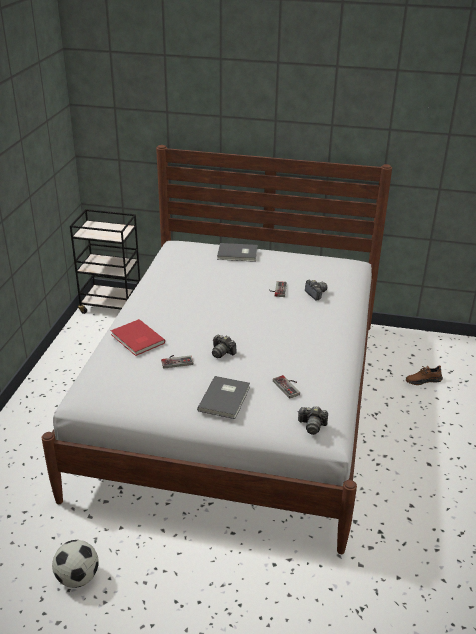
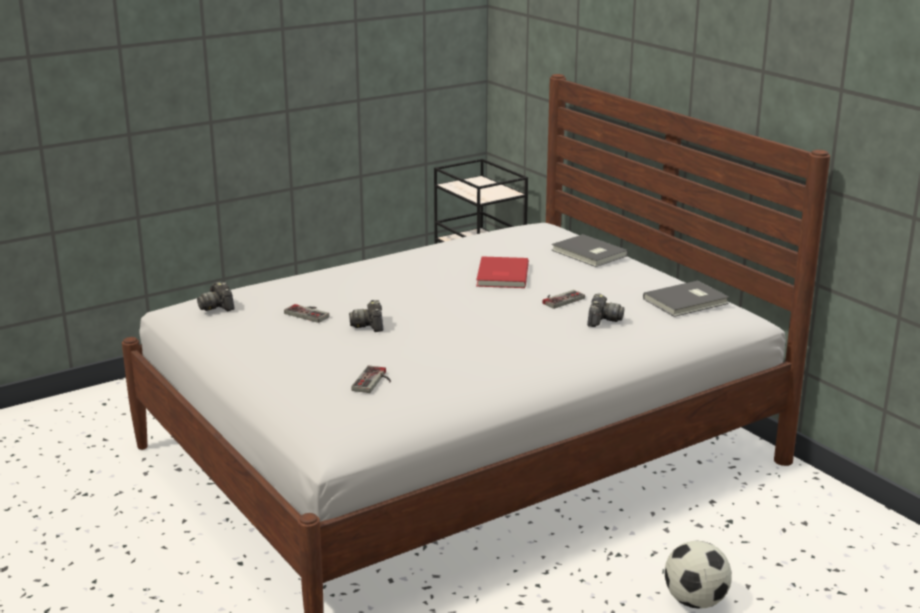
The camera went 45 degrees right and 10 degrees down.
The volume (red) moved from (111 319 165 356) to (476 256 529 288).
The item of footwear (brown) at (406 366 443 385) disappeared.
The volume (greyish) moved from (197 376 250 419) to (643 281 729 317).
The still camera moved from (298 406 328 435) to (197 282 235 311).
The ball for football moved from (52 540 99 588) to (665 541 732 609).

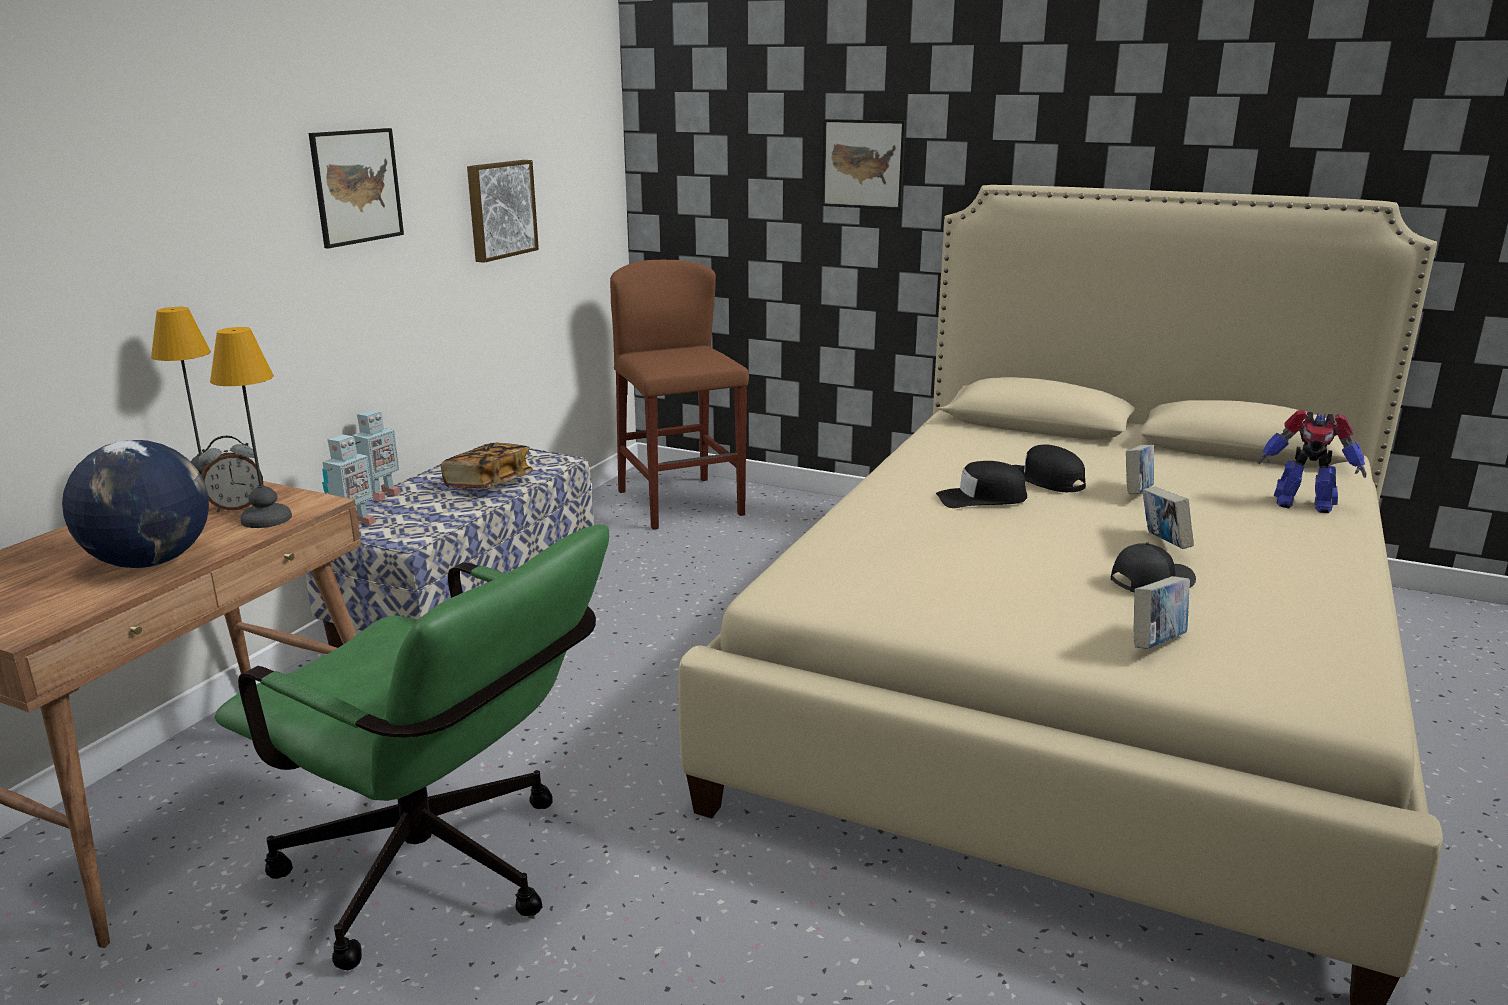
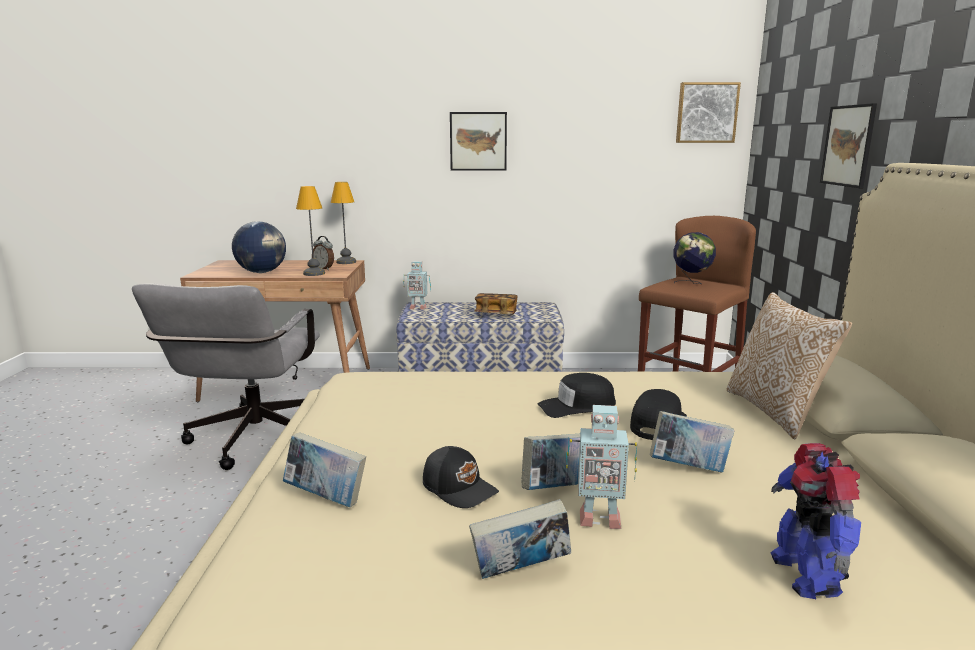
The camera went 65 degrees right and 5 degrees down.
The wall art moved from (467 160 539 263) to (676 82 741 143).
The robot figure moved from (352 410 401 502) to (566 405 637 529).
The peaked cap (black) at (936 461 1027 508) turned 75 degrees counterclockwise.
The office chair (green-coloured) at (215 525 609 970) became the office chair (greyish) at (132 283 320 470).
The world globe at (674 232 716 284) appeared.
The cushion at (727 292 852 439) appeared.
The volume at (469 499 571 579) appeared.

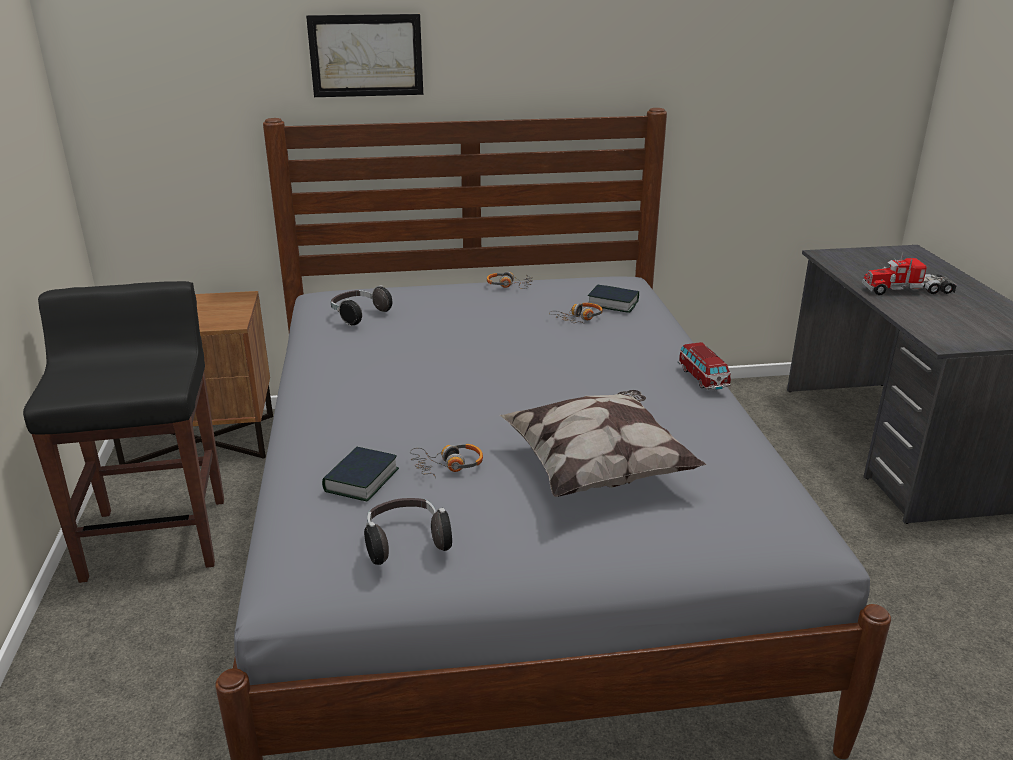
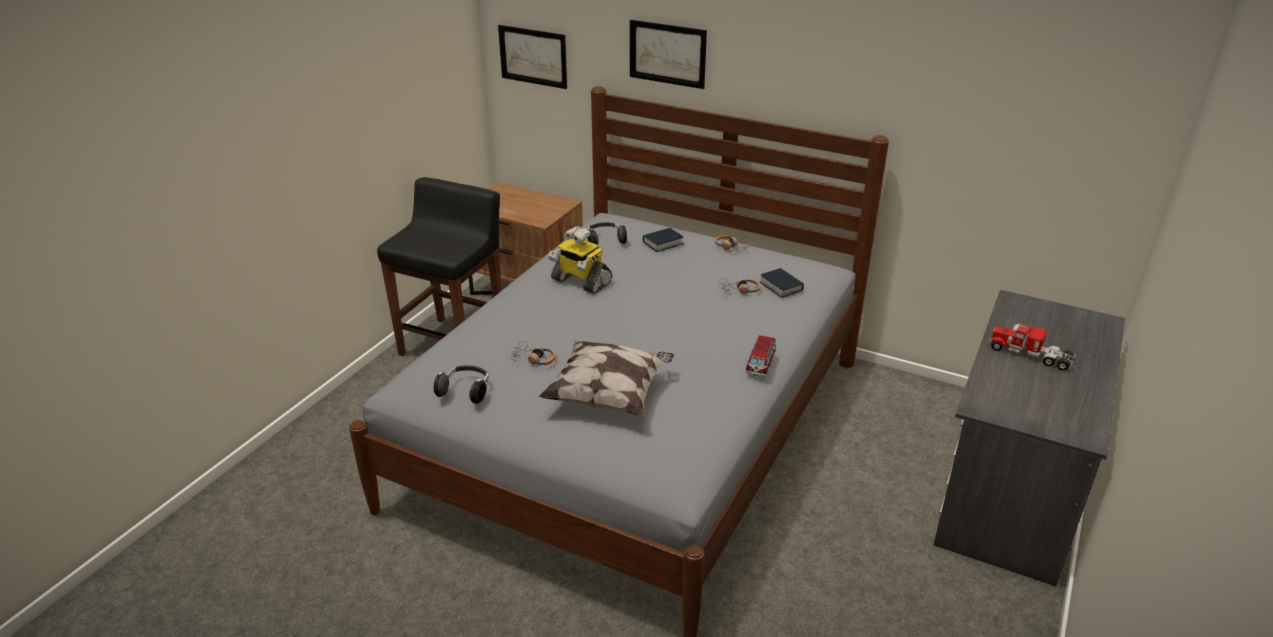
The camera went 35 degrees right and 5 degrees up.
The volume moved from (322 447 399 501) to (643 228 684 252).
The wall art at (498 25 567 89) appeared.
The robot figure at (548 226 612 294) appeared.

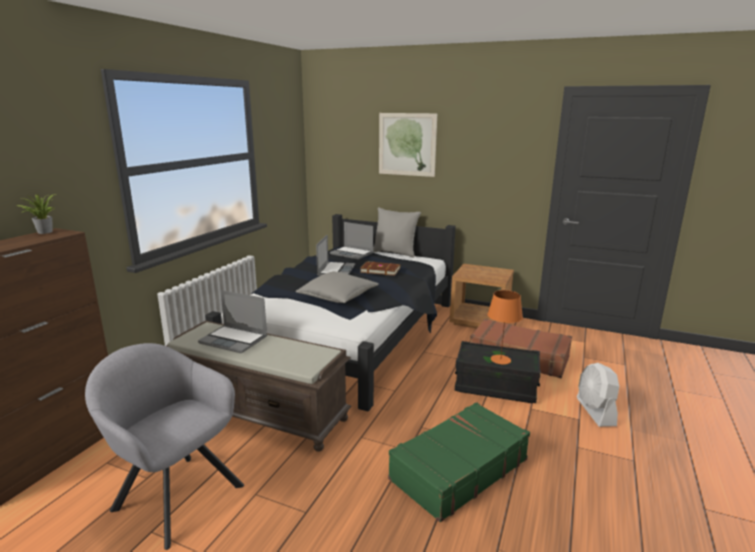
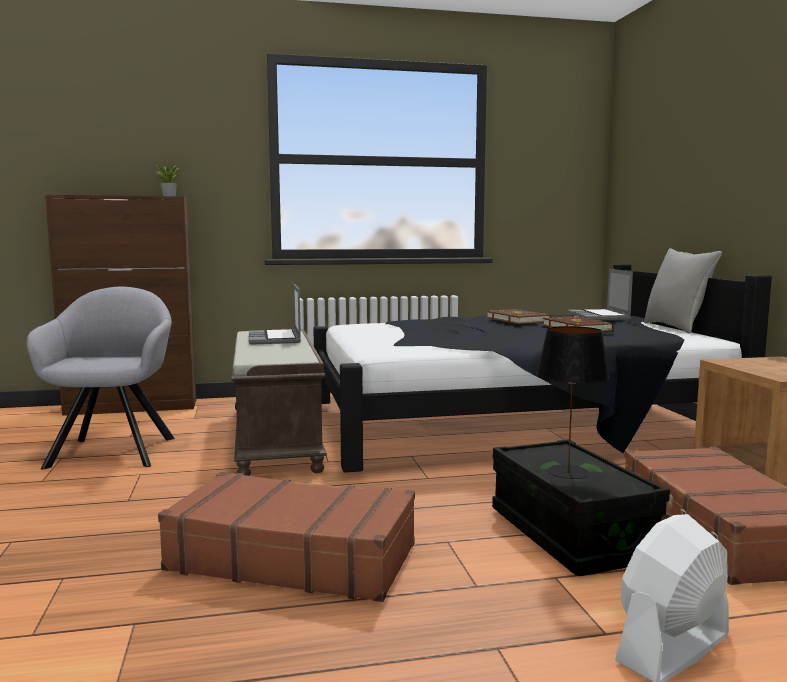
The camera went 55 degrees right and 10 degrees down.
The wall art at (379 113 437 177) disappeared.
The notebook computer at (316 235 355 276) was replaced by the volume (brown) at (486 309 551 324).
The cushion (greyish) at (296 271 379 303) disappeared.
The table lamp (orange) at (487 290 523 364) became the table lamp (black) at (536 326 609 479).
The piece of luggage (green-coloured) at (388 402 530 522) became the piece of luggage (brown) at (158 472 415 602).

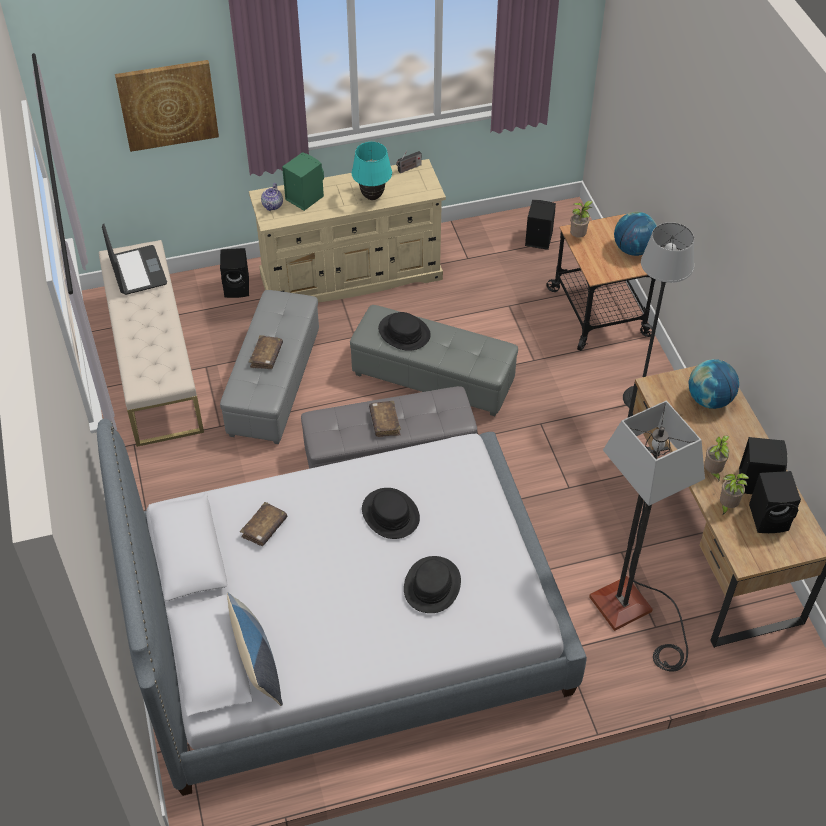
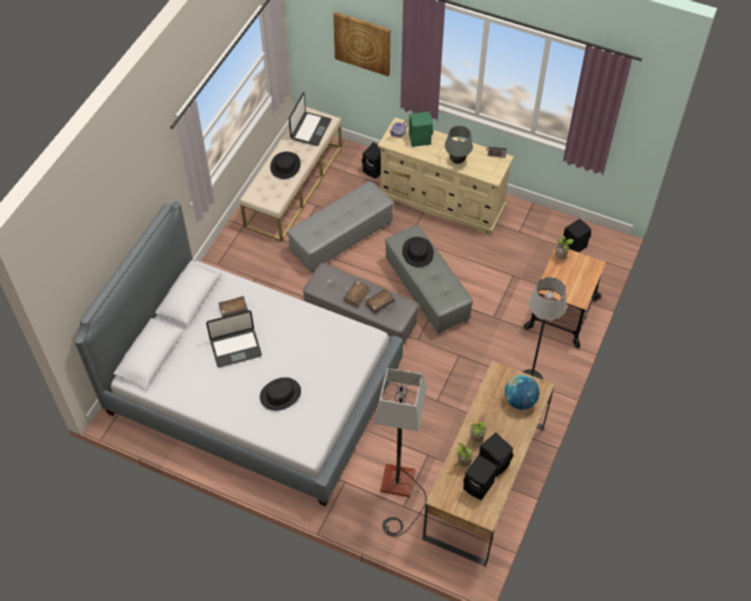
The camera went 40 degrees right and 5 degrees up.
The table lamp (blue-green) at (352 142 392 200) became the table lamp (greyish) at (445 126 473 164).
The world globe at (614 212 657 256) disappeared.
The volume (brown) moved from (249 335 283 369) to (365 288 395 313).
The wearable hat (black) moved from (362 488 420 539) to (270 152 301 179).
The cushion at (227 592 283 706) disappeared.
The notebook computer at (206 310 262 367) appeared.

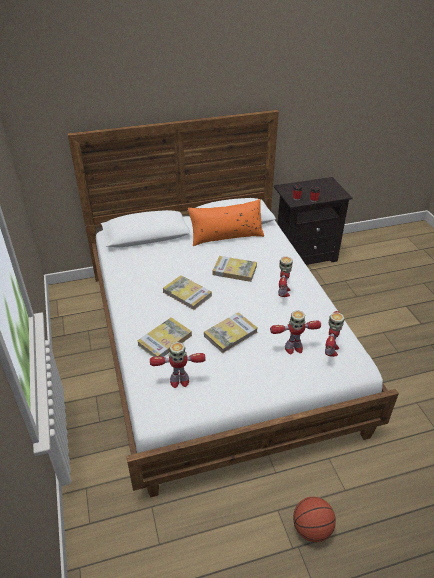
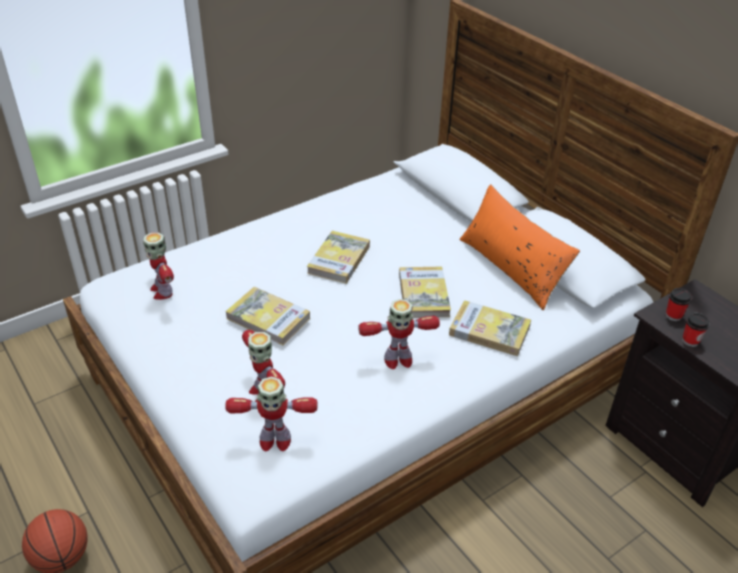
The camera went 70 degrees right and 0 degrees up.
The volume moved from (137 317 192 357) to (449 300 531 356).

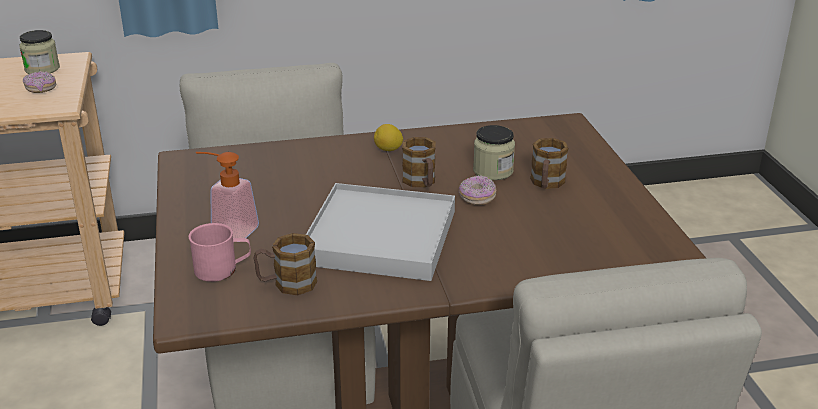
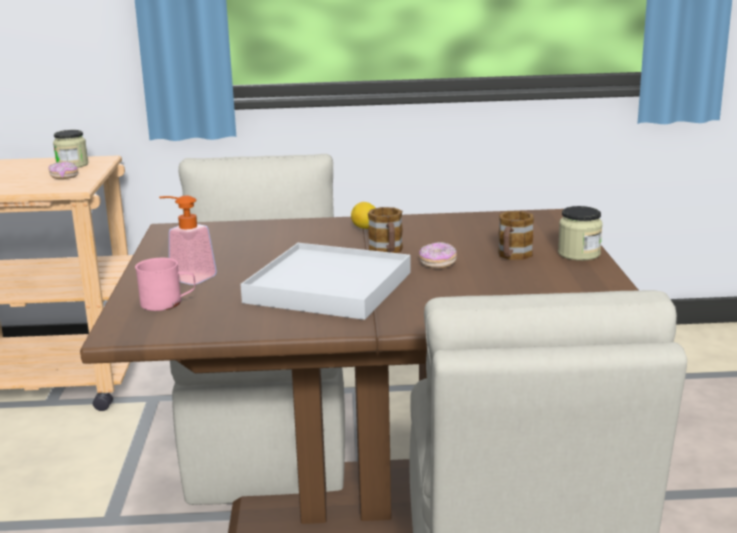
The camera went 10 degrees right and 10 degrees down.
The jar moved from (473 125 515 180) to (558 206 602 261).
The tea mug at (254 233 317 295) disappeared.

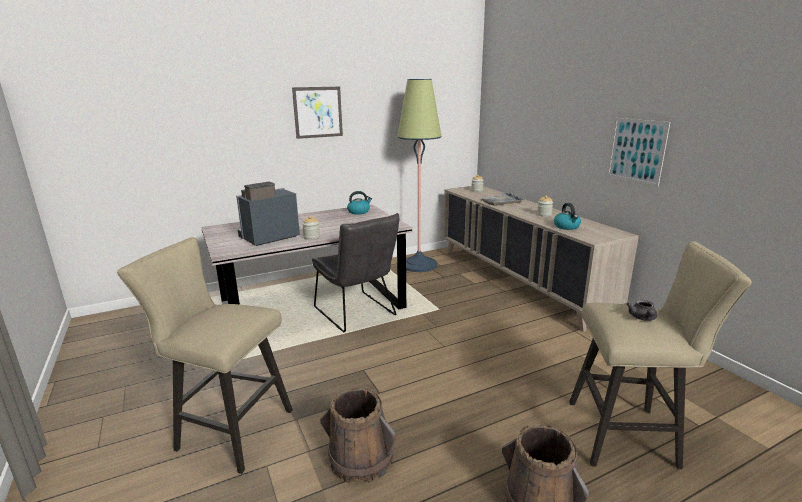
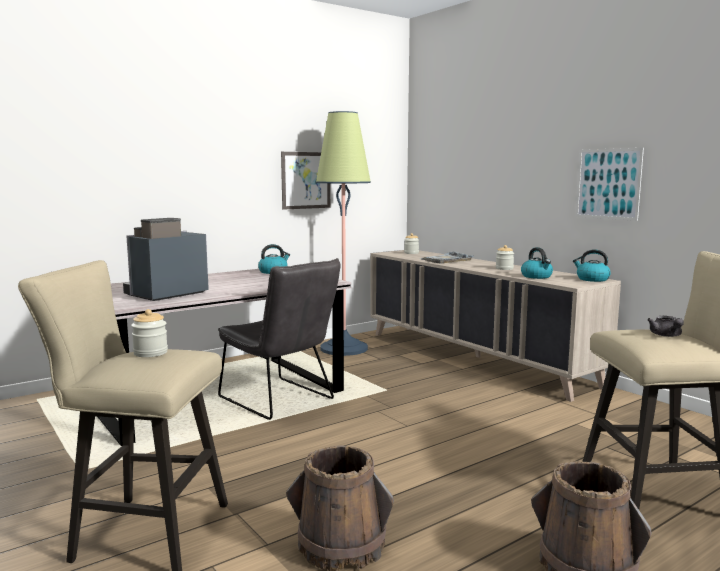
The camera went 10 degrees left and 10 degrees down.
The wall art moved from (292 87 343 139) to (281 152 330 210).
The jar moved from (302 216 320 240) to (131 309 168 357).
The tea kettle at (573 249 611 282) appeared.

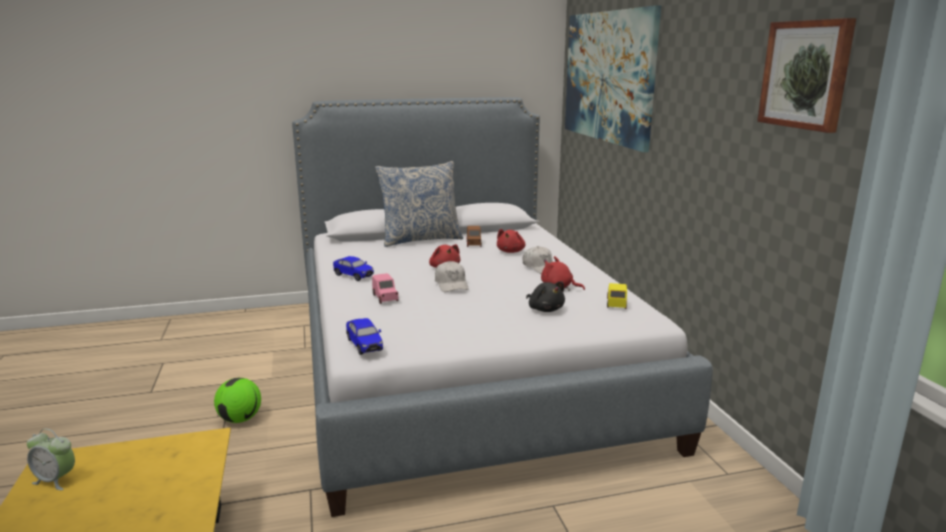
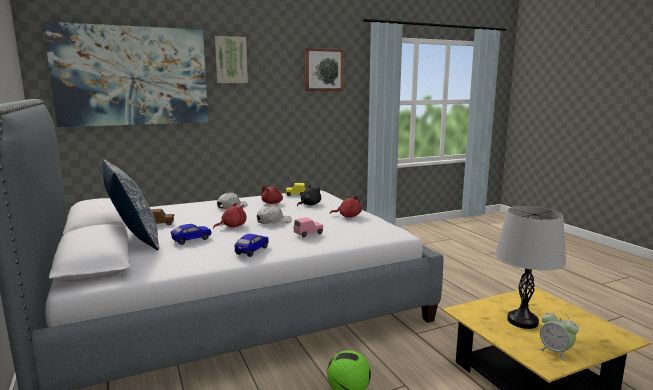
The camera went 100 degrees left and 5 degrees down.
The plush toy (red) moved from (497 229 526 253) to (330 196 362 217).
The toy car moved from (346 318 383 355) to (171 224 212 245).
The bedside clock at (27 429 75 490) turned 135 degrees clockwise.
The wall art at (215 36 248 83) appeared.
The table lamp (greyish) at (495 206 566 329) appeared.

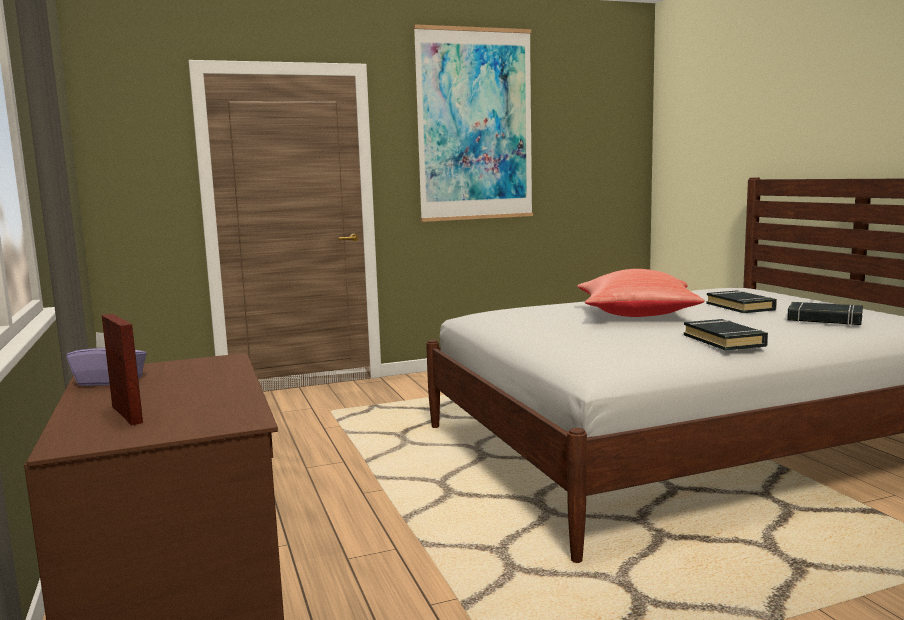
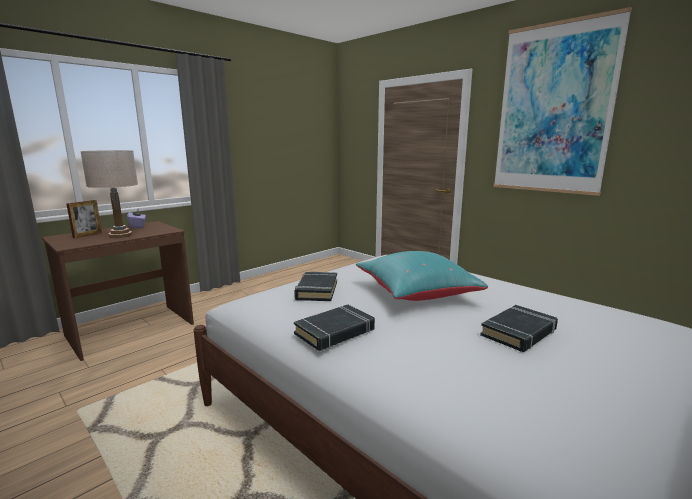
The camera went 65 degrees right and 5 degrees up.
The cushion (red) at (577 269 705 317) became the cushion (blue-green) at (356 251 488 301).
The volume (black) moved from (787 302 863 325) to (294 272 337 301).
The table lamp (beige-coloured) at (80 150 138 238) appeared.

